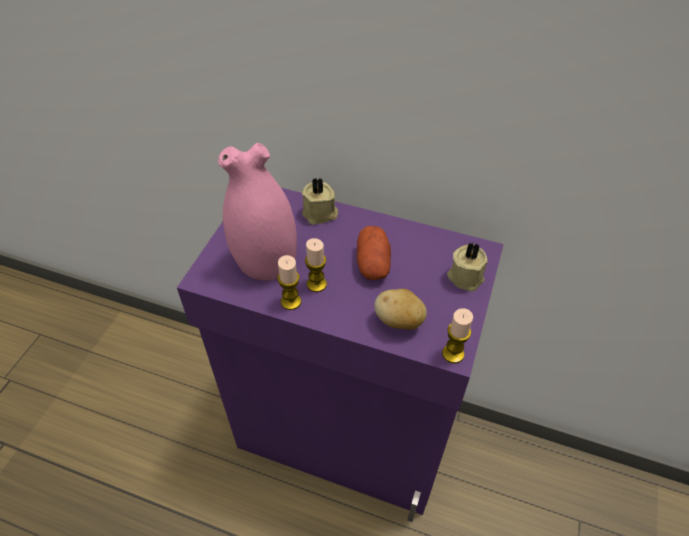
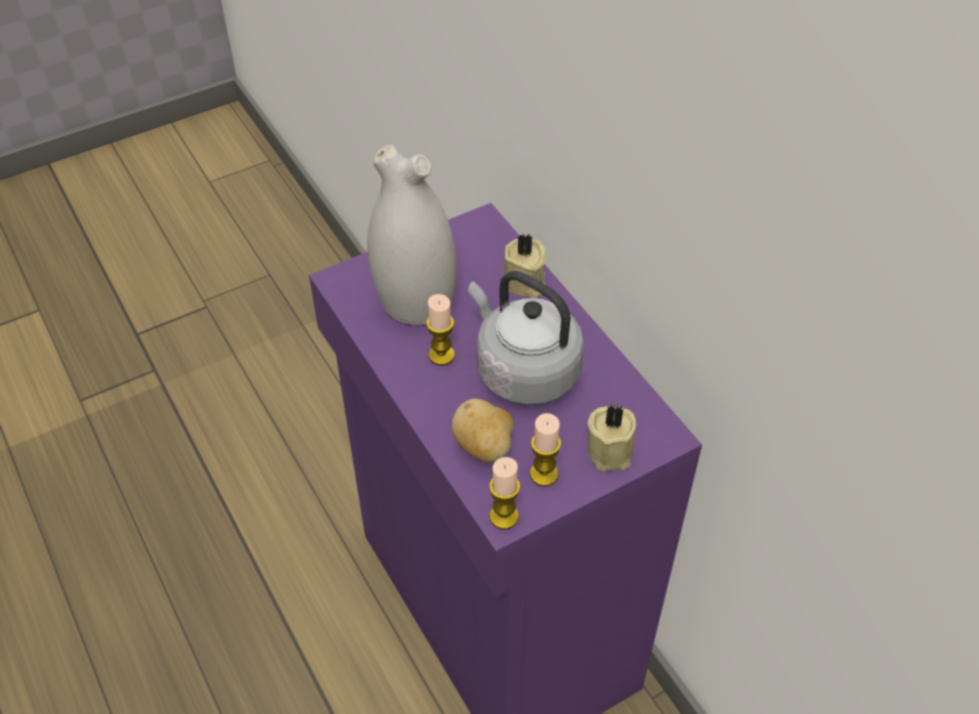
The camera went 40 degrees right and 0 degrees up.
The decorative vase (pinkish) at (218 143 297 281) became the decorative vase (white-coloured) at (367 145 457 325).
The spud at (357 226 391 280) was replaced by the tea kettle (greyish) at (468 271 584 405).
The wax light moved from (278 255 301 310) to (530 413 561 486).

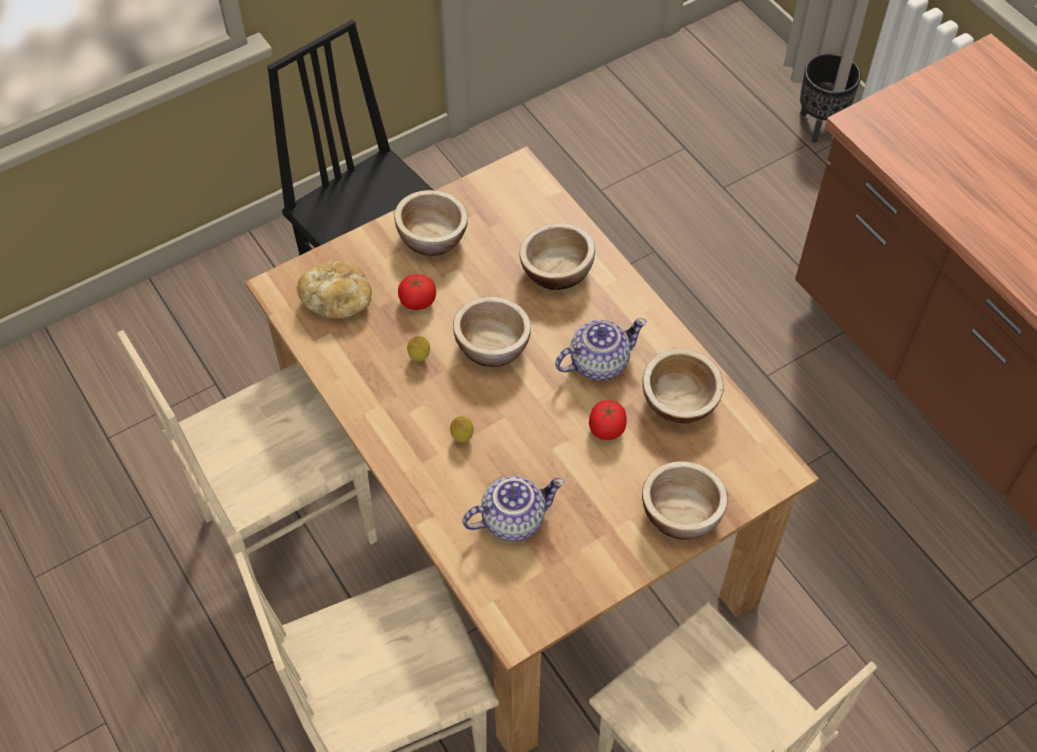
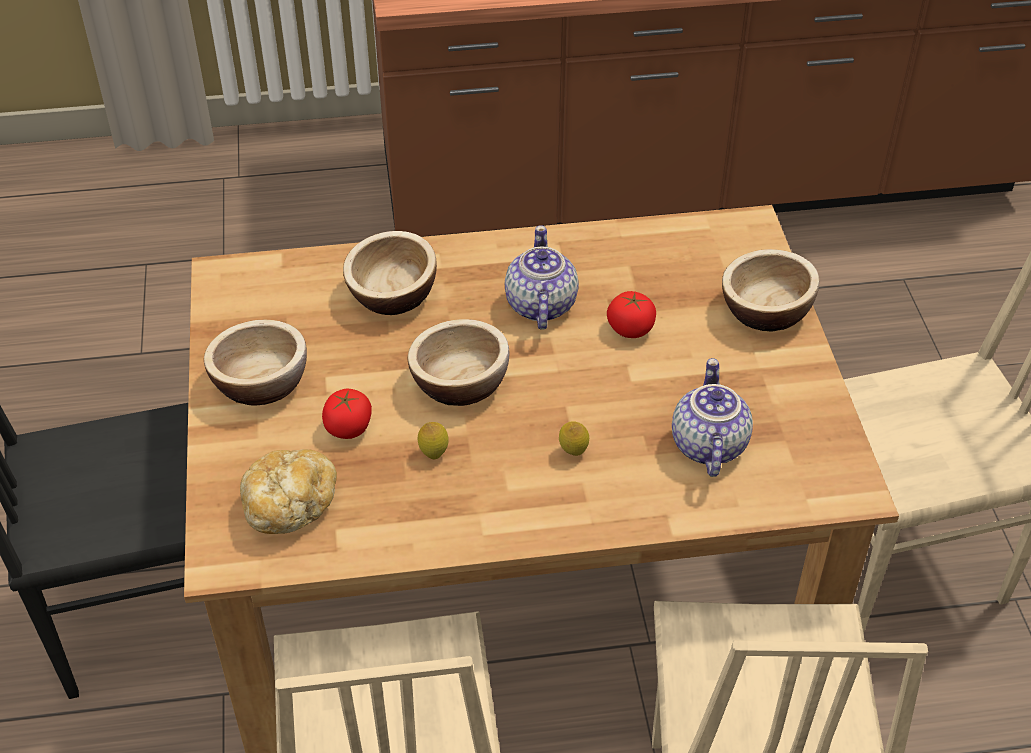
The camera went 65 degrees left and 10 degrees down.
The planter (black) at (800 53 861 143) disappeared.
The bowl at (642 349 724 423) disappeared.

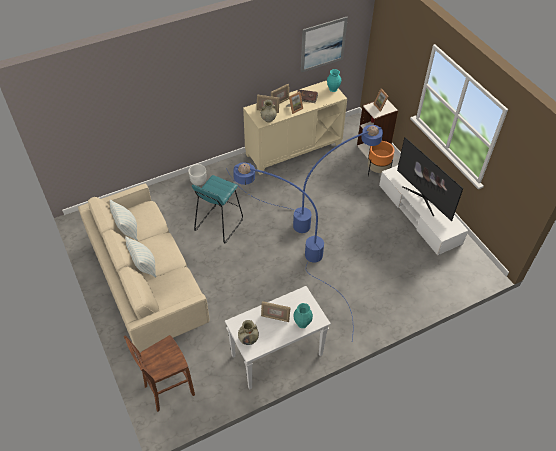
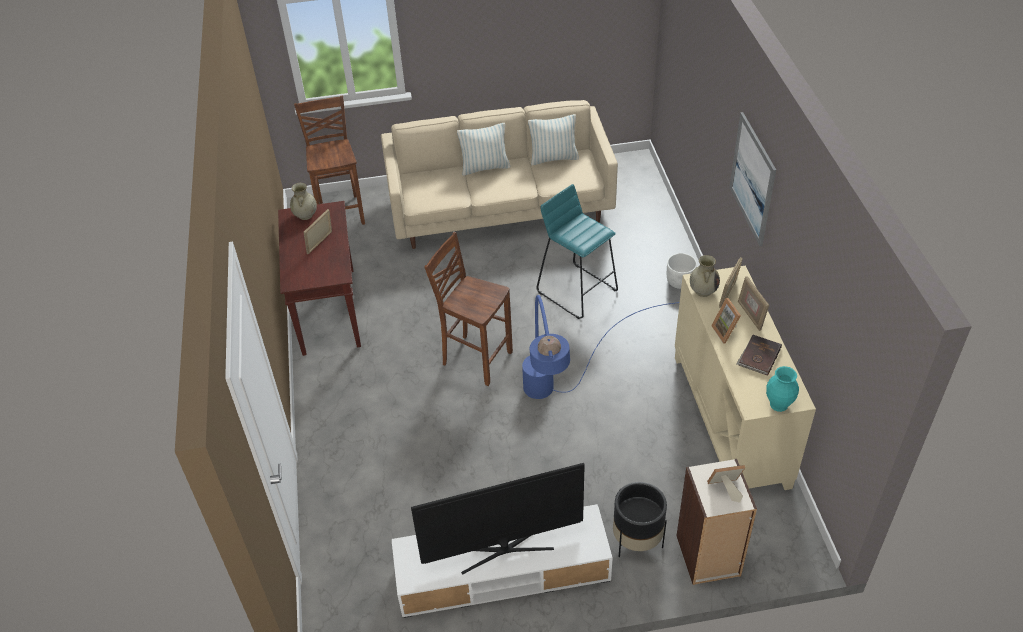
The camera went 110 degrees right and 5 degrees down.
The wall art moved from (301 17 348 73) to (729 112 776 246).
The planter (orange) at (368 141 395 176) became the planter (black) at (613 482 667 557).
The standing lamp (bluish) at (234 162 353 340) was replaced by the sitting stool (brown) at (424 232 513 386).
The console table (white-coloured) at (225 286 331 390) became the console table (brown) at (278 201 361 356).
The decorative vase (blue-green) at (294 303 313 328) disappeared.

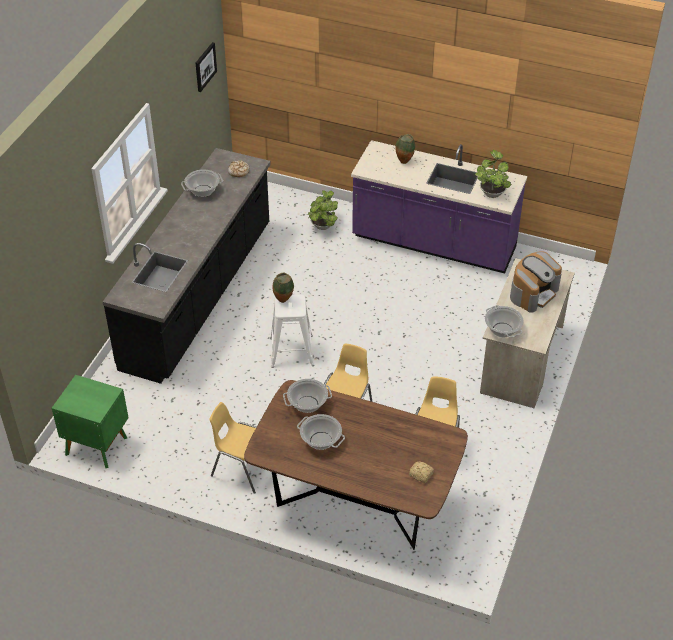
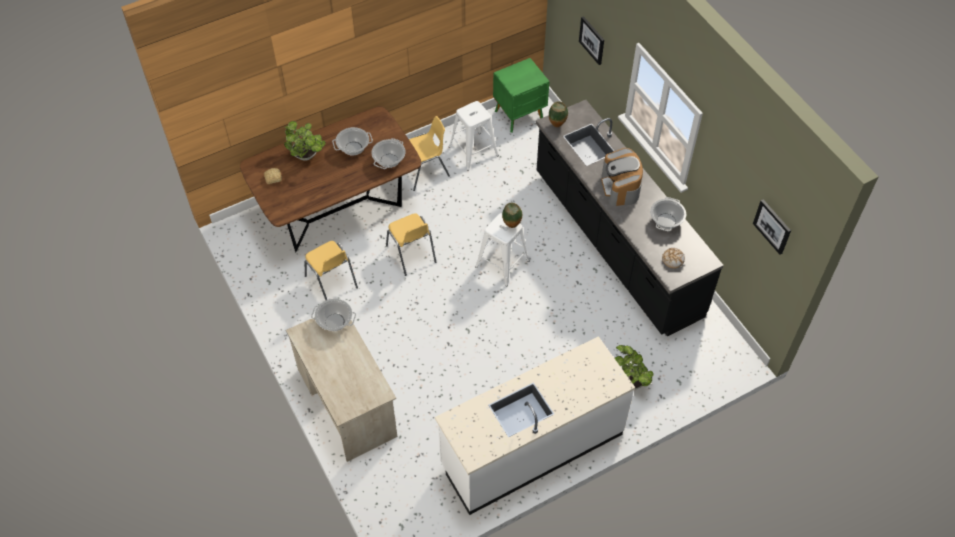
The camera went 130 degrees right and 10 degrees up.
The decorative vase moved from (396 134 415 164) to (549 101 568 127).
The counter (purple-coloured) at (351 140 527 273) became the counter (white-coloured) at (435 336 635 515).
The plant in a pot moved from (475 149 512 198) to (284 121 326 161).
The coffee brewer moved from (510 251 562 313) to (601 148 643 206).
The wall art at (579 16 604 65) appeared.
The sitting stool (white-coloured) at (449 101 499 171) appeared.

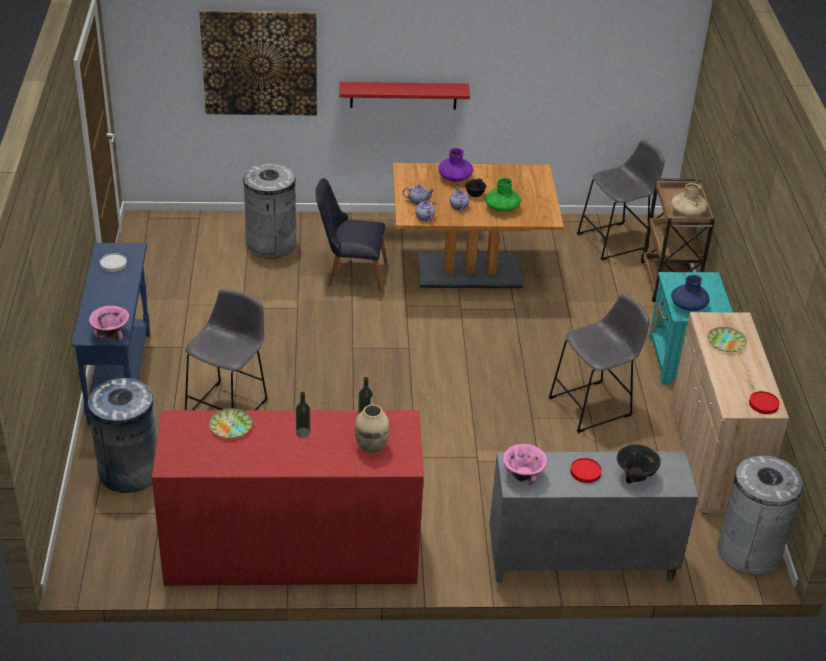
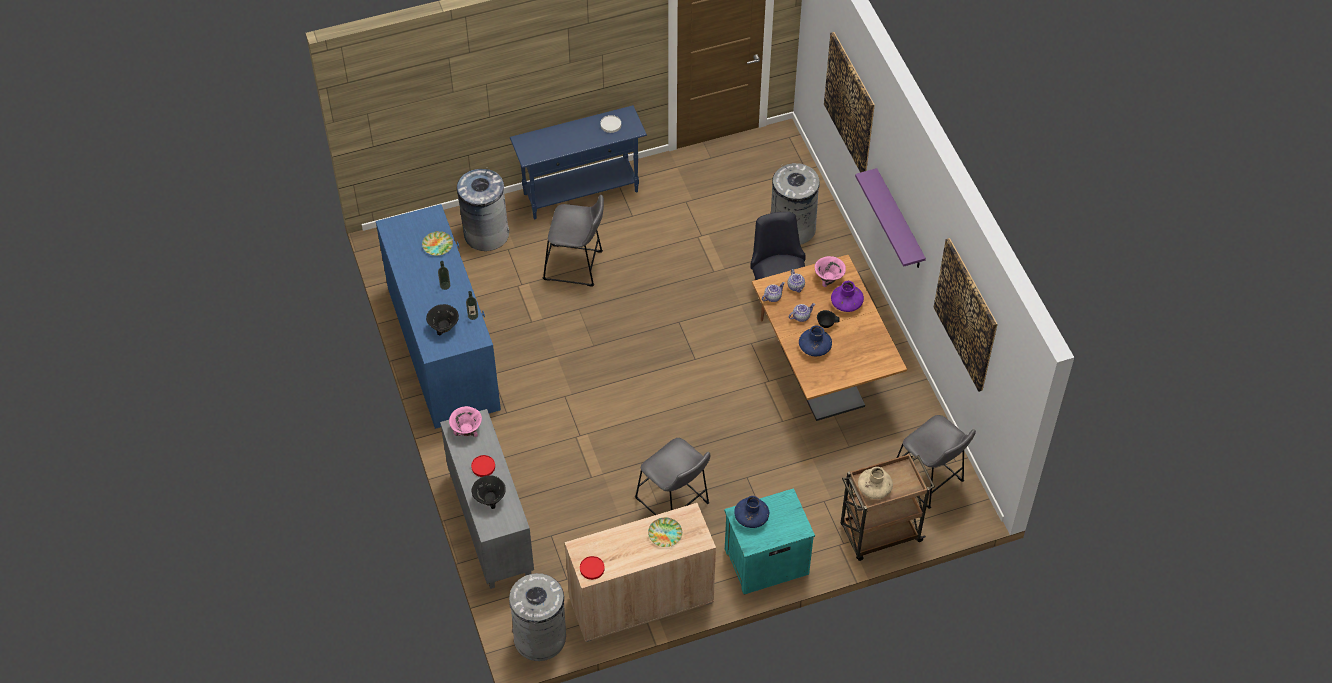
The camera went 75 degrees right and 15 degrees up.
The wall shelf (red) at (339 82 470 109) became the wall shelf (purple-coloured) at (855 168 926 268).
The decorative vase (green-coloured) at (485 178 521 212) became the decorative vase (bluish) at (799 325 832 356).
The bowl (pinkish) moved from (89 306 129 340) to (815 256 846 287).
The decorative vase (beige-coloured) at (355 405 390 453) was replaced by the bowl (black) at (426 304 459 335).
The chest of drawers (red) at (152 410 424 586) became the chest of drawers (bluish) at (376 204 501 429).
The wall art at (933 238 998 392) appeared.

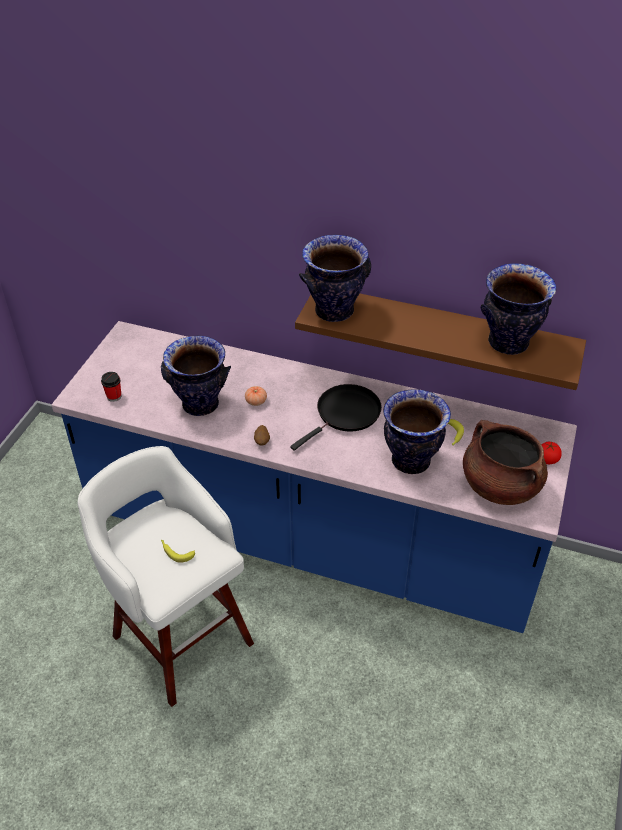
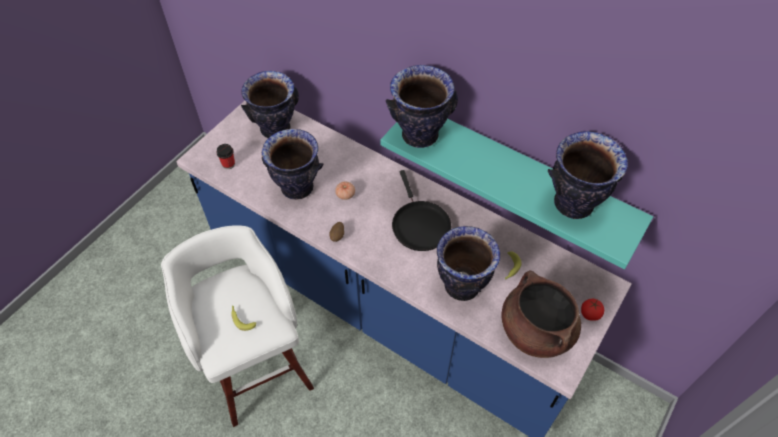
The camera went 15 degrees right and 10 degrees up.
The wall shelf (brown) at (295 294 586 390) became the wall shelf (blue-green) at (380 119 653 269).
The frying pan (black) at (290 384 382 451) turned 105 degrees clockwise.
The decorative vase at (241 71 299 138) appeared.

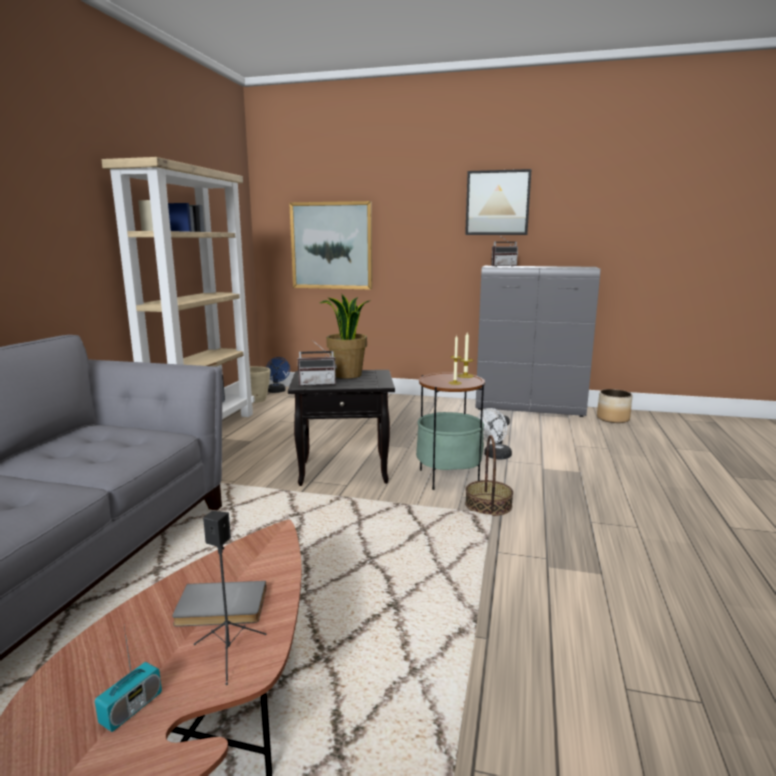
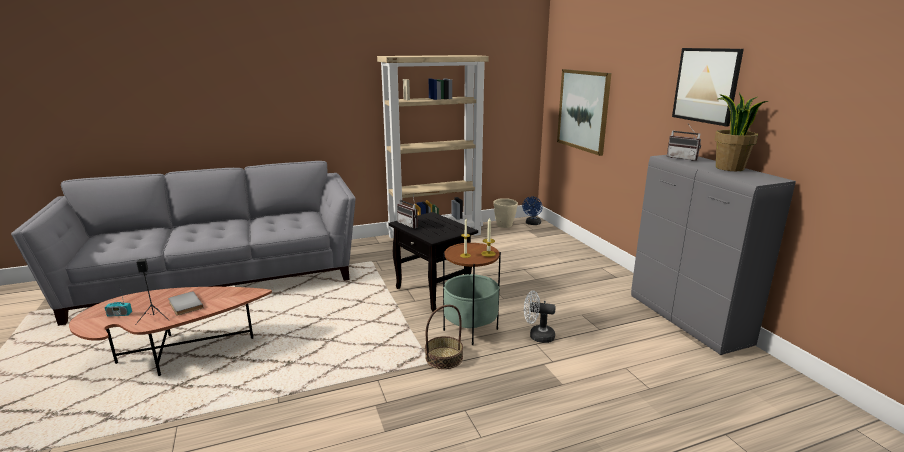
The camera went 55 degrees right and 5 degrees up.
The plant in a pot moved from (320 295 371 379) to (714 93 768 171).
The planter at (597 389 633 423) disappeared.

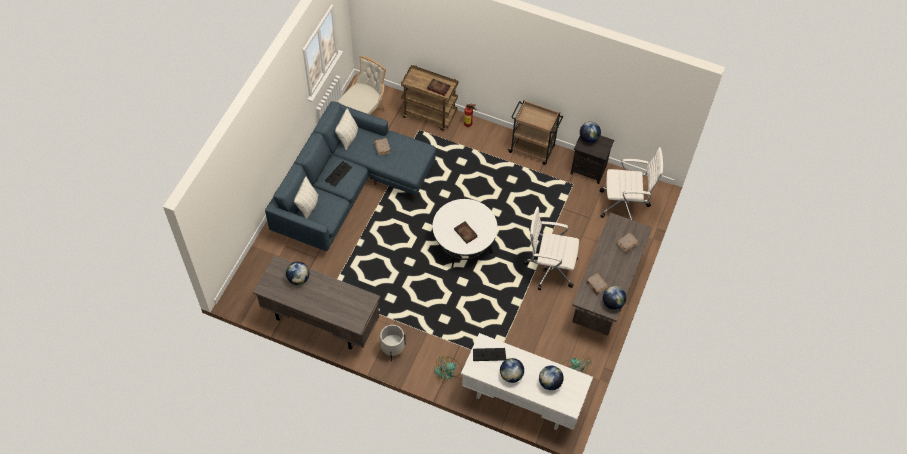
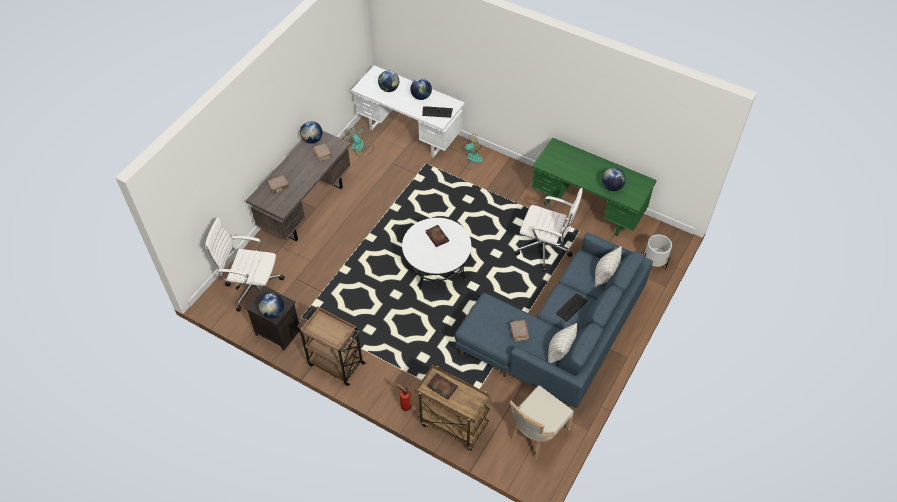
The camera went 170 degrees left and 5 degrees down.
The office chair (white-coloured) moved from (524 207 579 290) to (515 188 583 272).
The desk unit (brown) at (253 255 380 349) became the desk unit (green-coloured) at (532 137 657 236).
The planter (white-coloured) moved from (380 325 405 362) to (644 234 672 270).

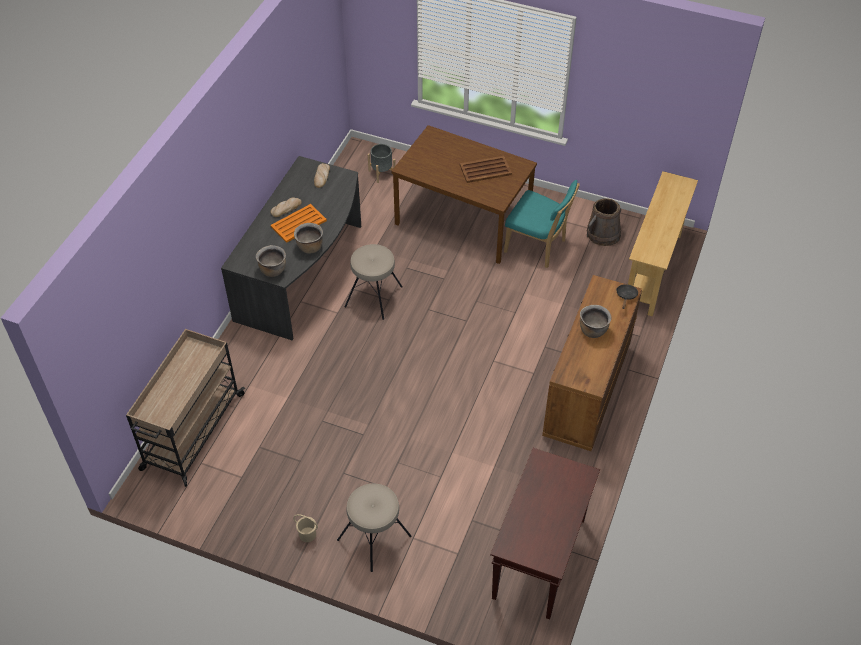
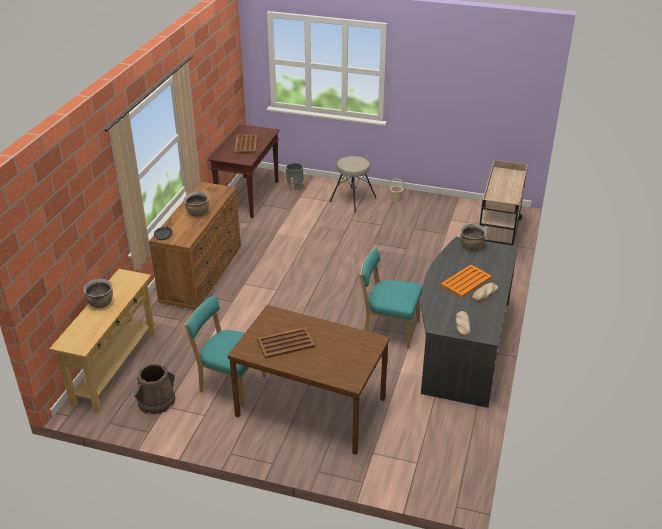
The camera went 175 degrees right and 15 degrees down.
The planter (greyish) moved from (368 144 396 183) to (283 163 307 194).
The stockpot (brown) moved from (294 223 323 254) to (83 279 113 308).
The sitting stool (beige-coloured) at (344 244 403 320) was replaced by the upright chair (blue-green) at (359 247 423 349).
The serving tray (brown) at (234 134 257 153) appeared.

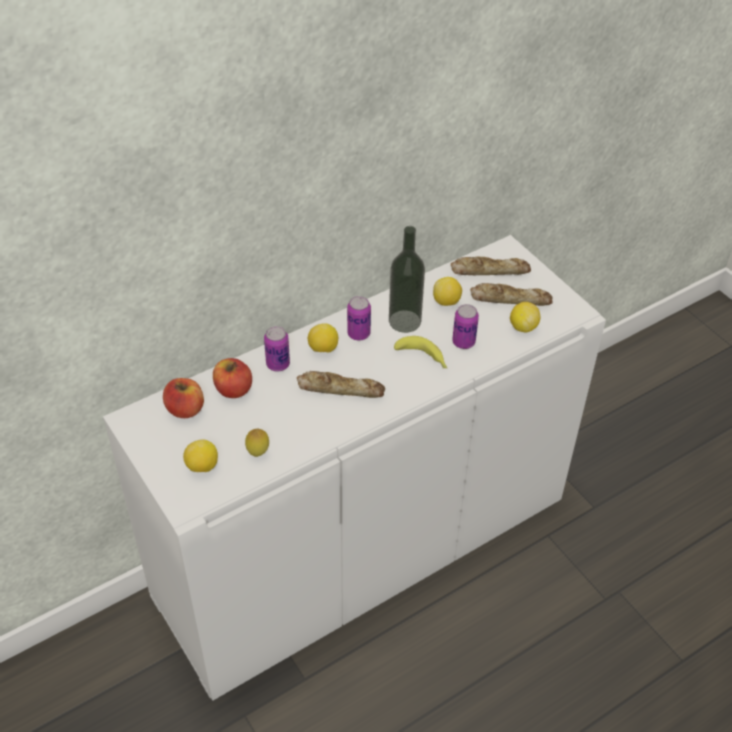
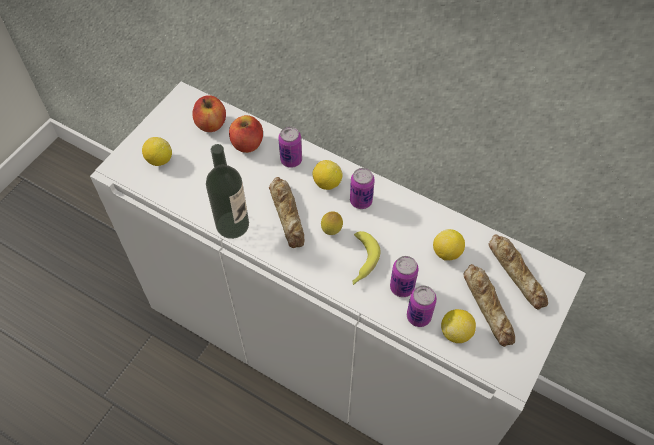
The camera went 65 degrees right and 10 degrees up.
The beverage bottle moved from (389 226 425 333) to (206 144 249 239).
The lemon moved from (245 429 269 457) to (321 211 343 235).
The can at (407 286 437 327) appeared.

